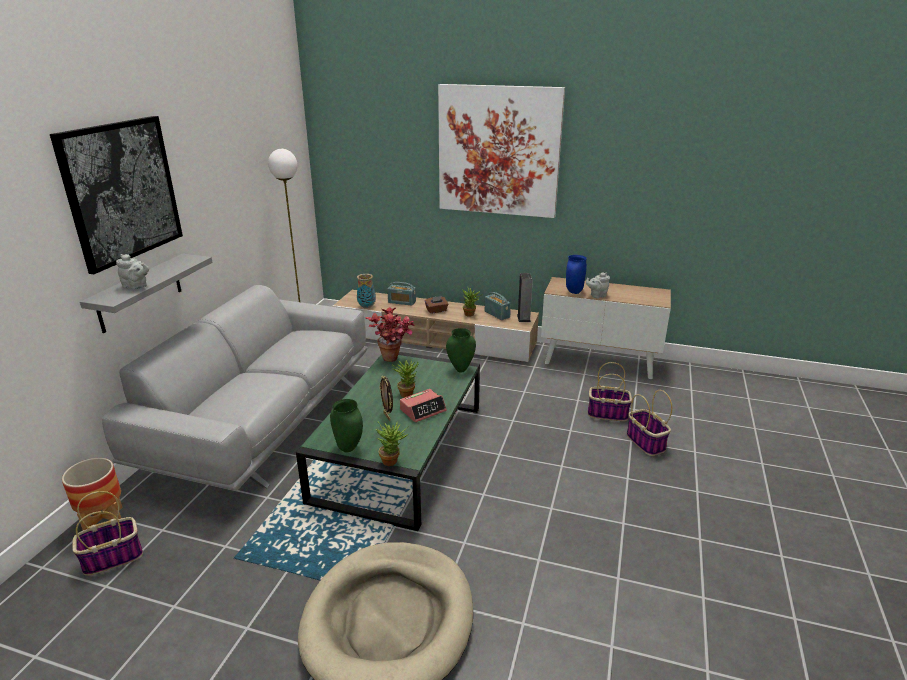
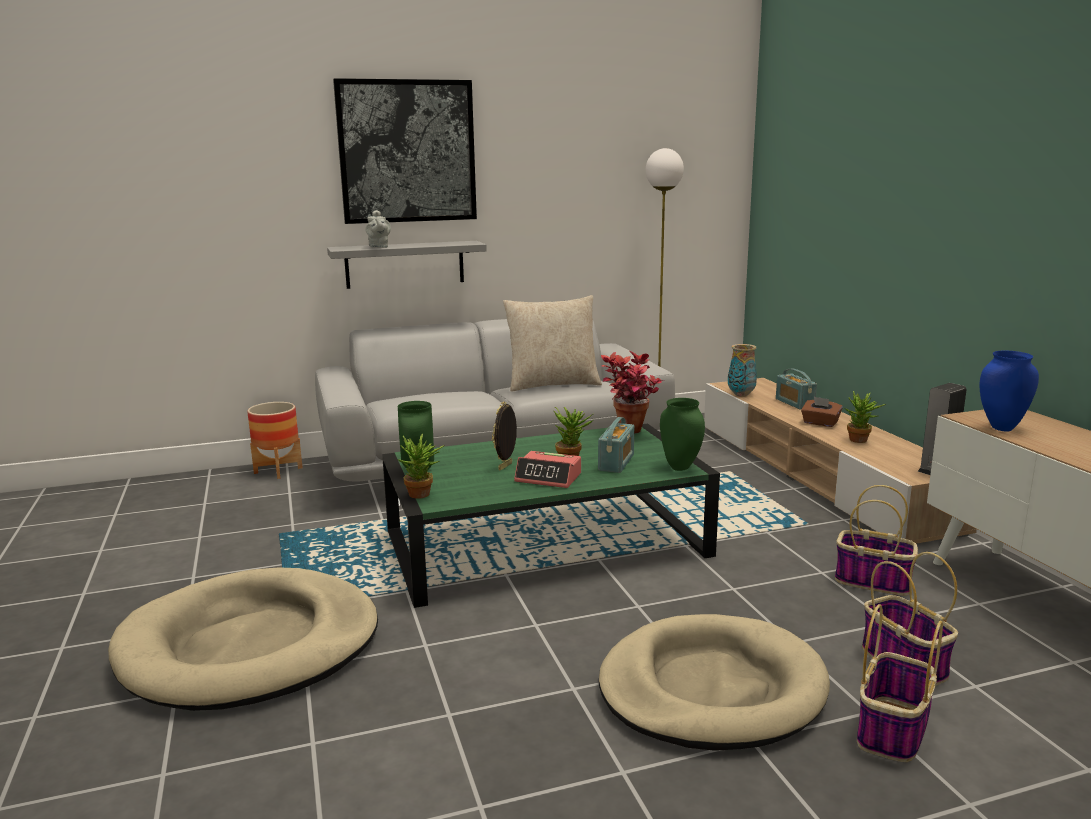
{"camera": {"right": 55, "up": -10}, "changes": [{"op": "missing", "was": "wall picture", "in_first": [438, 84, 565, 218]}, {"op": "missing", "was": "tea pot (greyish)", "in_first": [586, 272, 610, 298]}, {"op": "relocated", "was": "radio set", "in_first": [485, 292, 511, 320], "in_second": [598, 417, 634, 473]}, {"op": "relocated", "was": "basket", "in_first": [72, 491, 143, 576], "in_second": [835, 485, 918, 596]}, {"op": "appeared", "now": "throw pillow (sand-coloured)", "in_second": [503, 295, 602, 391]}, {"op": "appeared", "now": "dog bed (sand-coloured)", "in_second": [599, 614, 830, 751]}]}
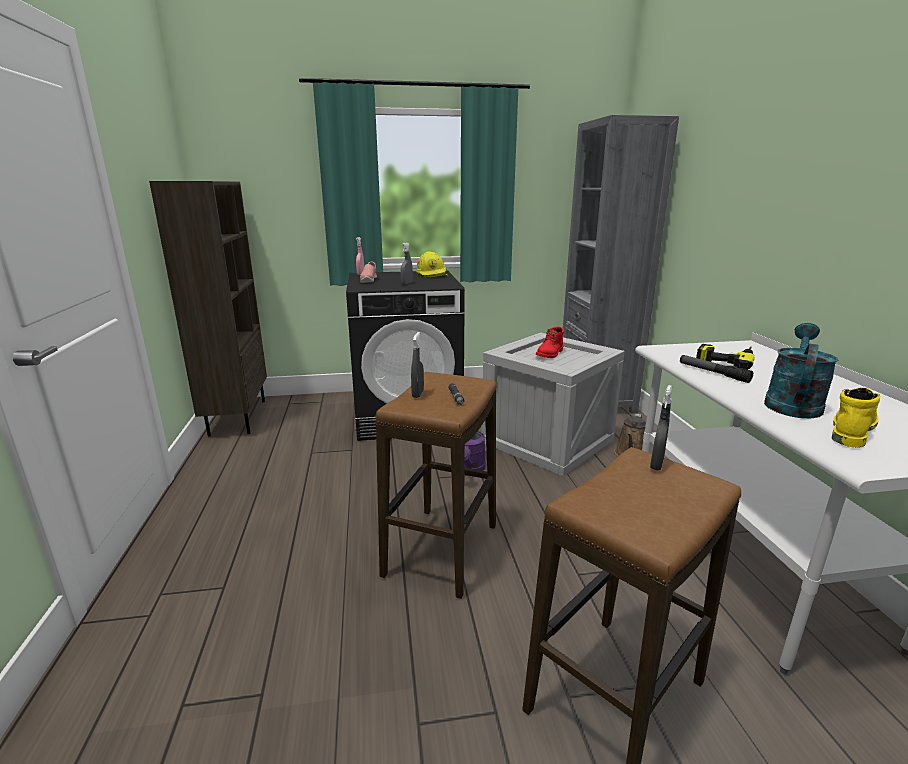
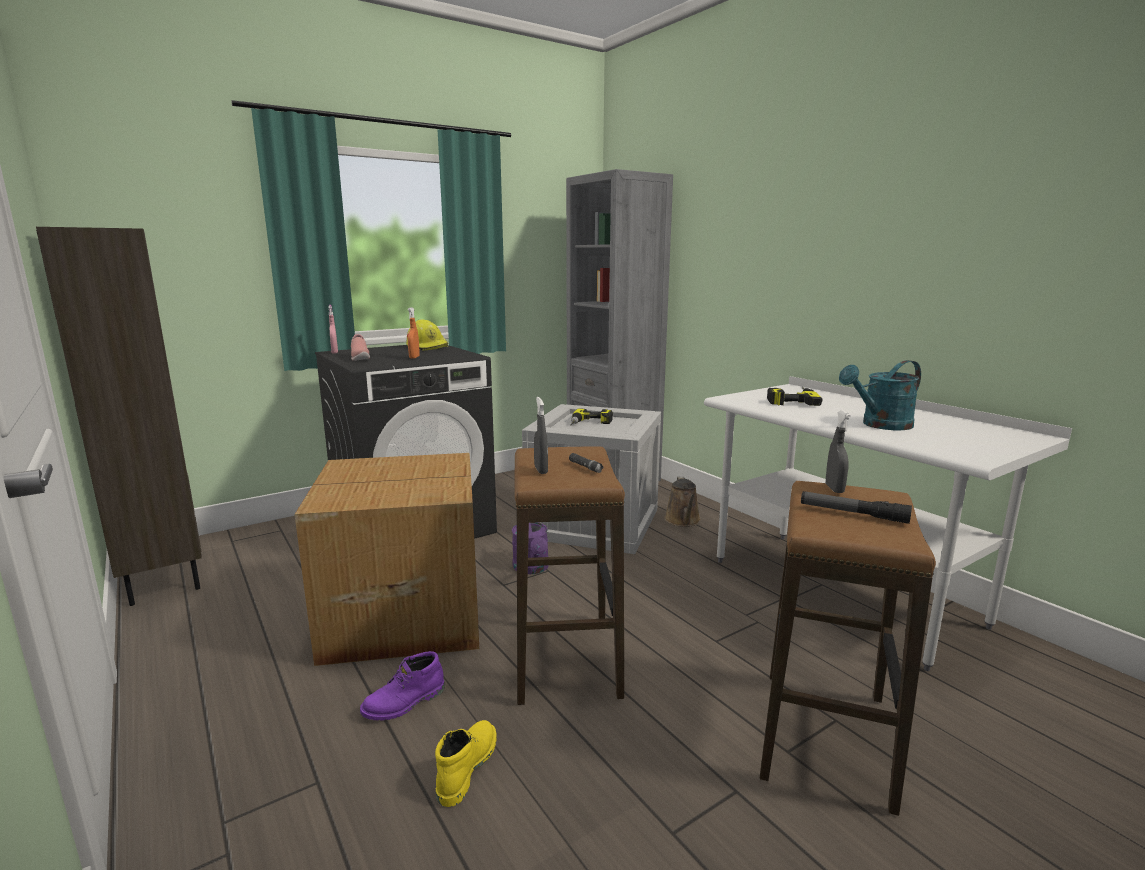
{"camera": {"right": -25, "up": -5}, "changes": [{"op": "colour", "was": "sprayer (greyish)", "now": "sprayer (orange-coloured)", "in_first": [401, 242, 413, 284], "in_second": [408, 307, 420, 359]}, {"op": "spun", "was": "sprinkling can (turquoise)", "in_first": [764, 323, 838, 419], "in_second": [839, 360, 921, 430], "clockwise": -120}, {"op": "exchanged", "was": "high-top boot (reddish)", "now": "power drill", "in_first": [536, 326, 564, 358], "in_second": [570, 408, 613, 426]}, {"op": "relocated", "was": "hand torch", "in_first": [680, 355, 753, 383], "in_second": [801, 491, 912, 524]}, {"op": "relocated", "was": "high-top boot (yellow-coloured)", "in_first": [832, 387, 880, 448], "in_second": [435, 720, 497, 807]}, {"op": "appeared", "now": "cardboard box", "in_second": [295, 453, 479, 666]}, {"op": "appeared", "now": "high-top boot (purple-coloured)", "in_second": [360, 651, 445, 720]}]}
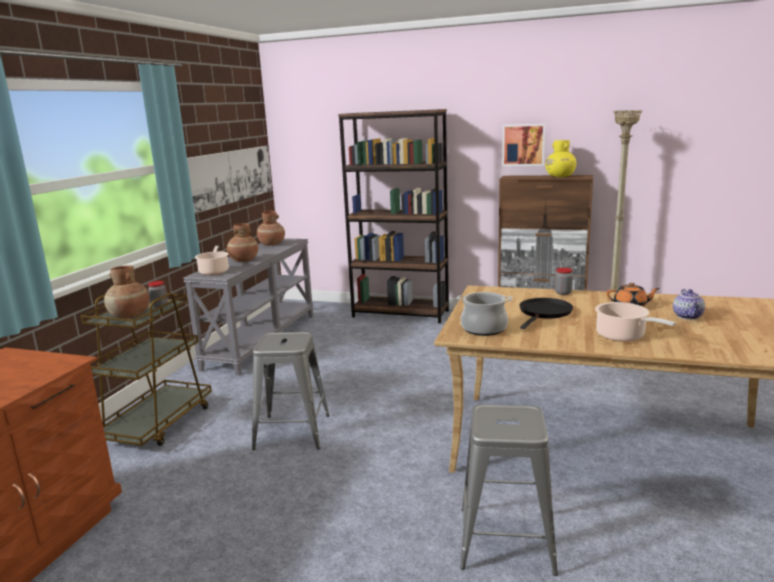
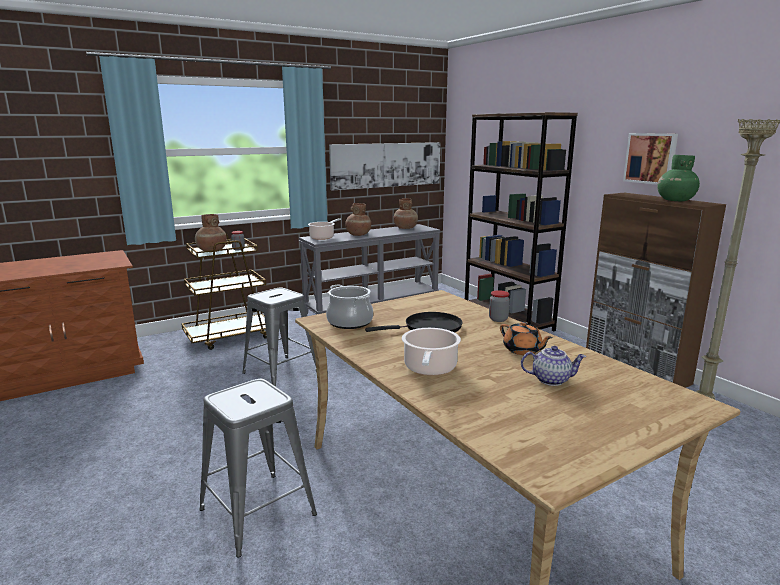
{"camera": {"right": 40, "up": 0}, "changes": [{"op": "colour", "was": "flower vase (yellow-coloured)", "now": "flower vase (greenish)", "in_first": [545, 140, 577, 177], "in_second": [657, 155, 700, 201]}, {"op": "spun", "was": "tea pot", "in_first": [673, 289, 705, 320], "in_second": [521, 346, 586, 386], "clockwise": -135}]}
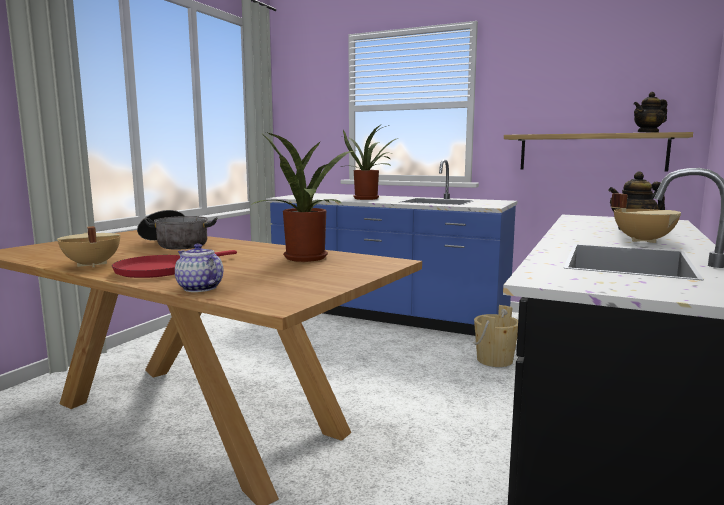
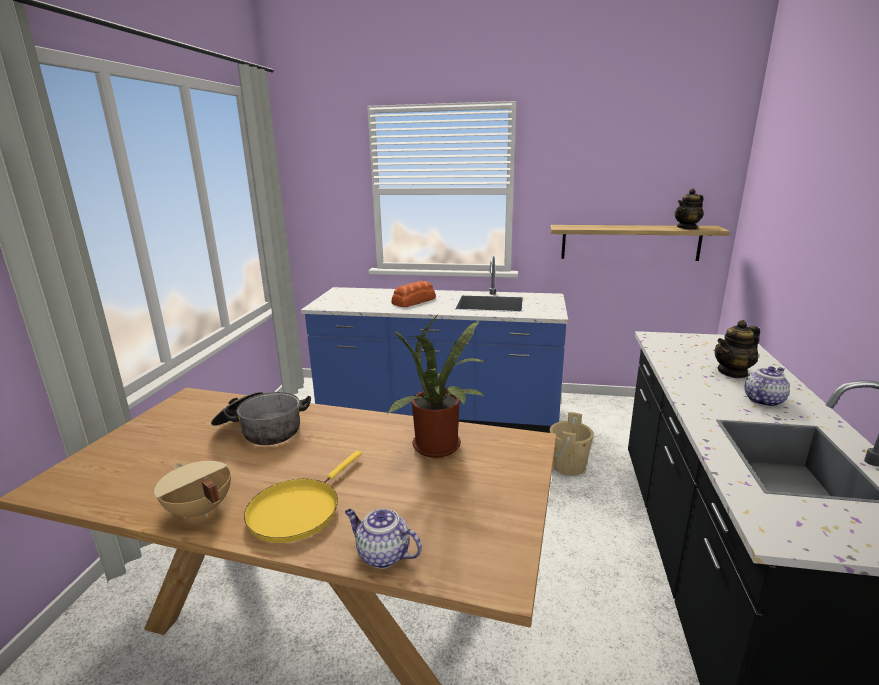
{"camera": {"right": -15, "up": 10}, "changes": [{"op": "exchanged", "was": "potted plant", "now": "bakery bread", "in_first": [341, 125, 398, 200], "in_second": [391, 281, 436, 307]}, {"op": "exchanged", "was": "stockpot (sand-coloured)", "now": "tea pot", "in_first": [611, 193, 681, 243], "in_second": [745, 366, 790, 407]}, {"op": "colour", "was": "skillet (reddish)", "now": "skillet (yellow-coloured)", "in_first": [112, 250, 237, 278], "in_second": [244, 451, 362, 543]}]}
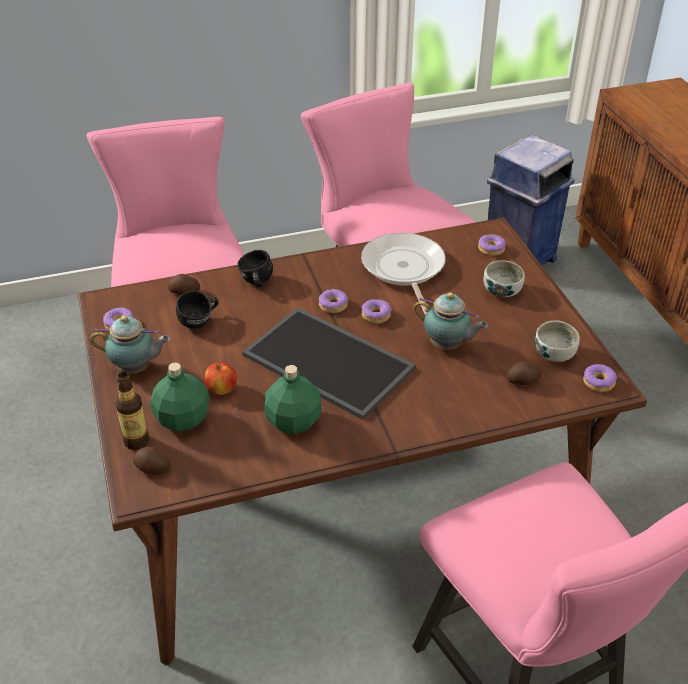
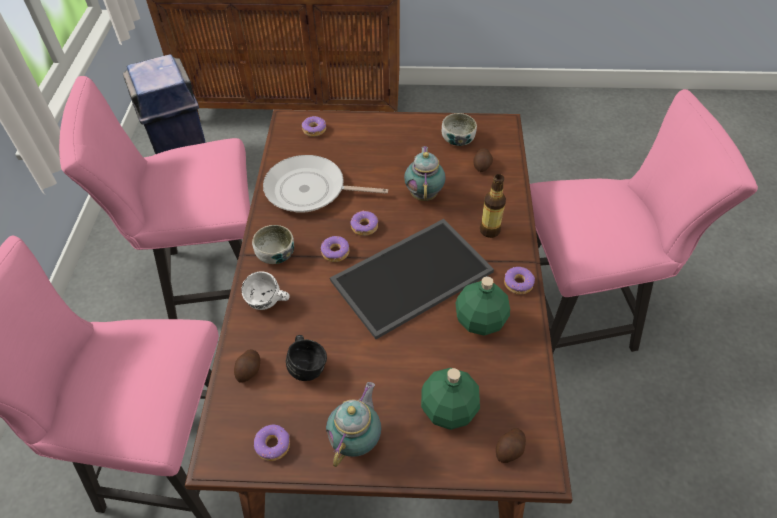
{"camera": {"right": -70, "up": 10}, "changes": [{"op": "colour", "was": "tea mug (black-coloured)", "now": "tea mug (whitish)", "in_first": [237, 250, 273, 287], "in_second": [241, 271, 290, 310]}, {"op": "relocated", "was": "serving bowl", "in_first": [483, 260, 525, 297], "in_second": [252, 225, 294, 264]}, {"op": "spun", "was": "tea pot", "in_first": [413, 292, 488, 350], "in_second": [404, 146, 445, 201], "clockwise": -45}, {"op": "missing", "was": "apple fruit", "in_first": [205, 363, 237, 395]}, {"op": "relocated", "was": "donut", "in_first": [583, 364, 617, 392], "in_second": [504, 267, 535, 295]}, {"op": "relocated", "was": "drink bottle", "in_first": [115, 371, 149, 450], "in_second": [480, 174, 506, 238]}]}
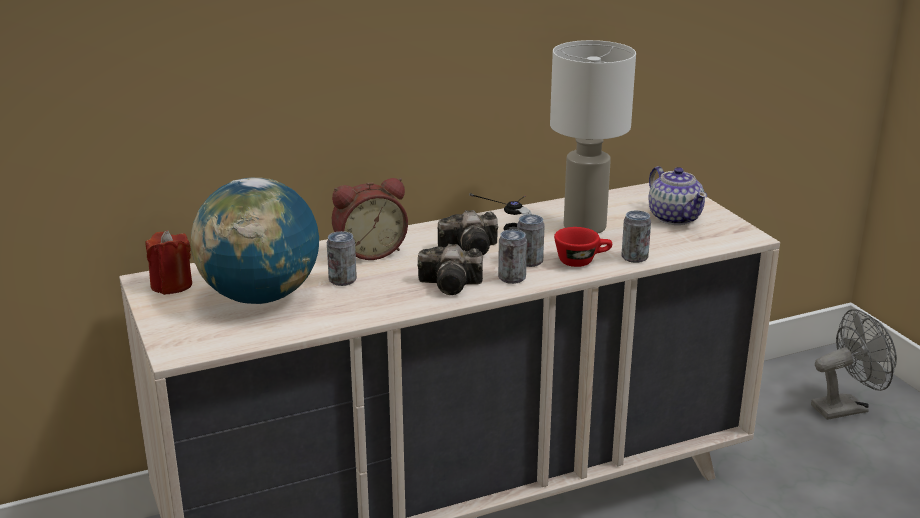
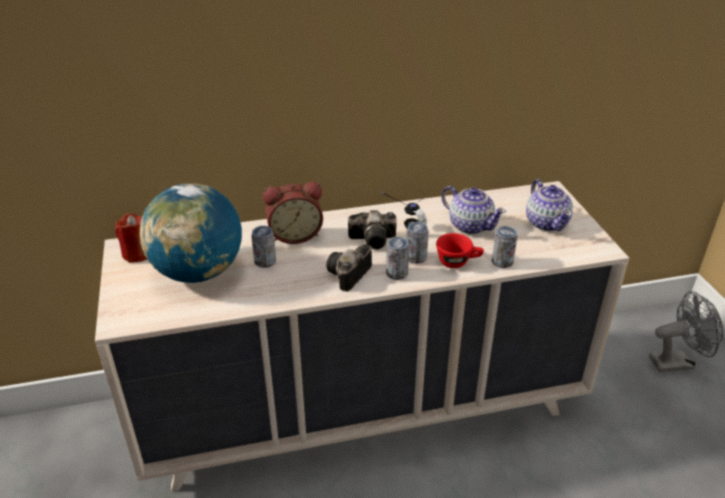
{"camera": {"right": 10, "up": 10}, "changes": [{"op": "exchanged", "was": "lamp for a table (whitish)", "now": "tea pot", "in_first": [550, 40, 636, 233], "in_second": [442, 186, 506, 234]}, {"op": "spun", "was": "still camera", "in_first": [418, 244, 483, 295], "in_second": [326, 244, 372, 292], "clockwise": 105}]}
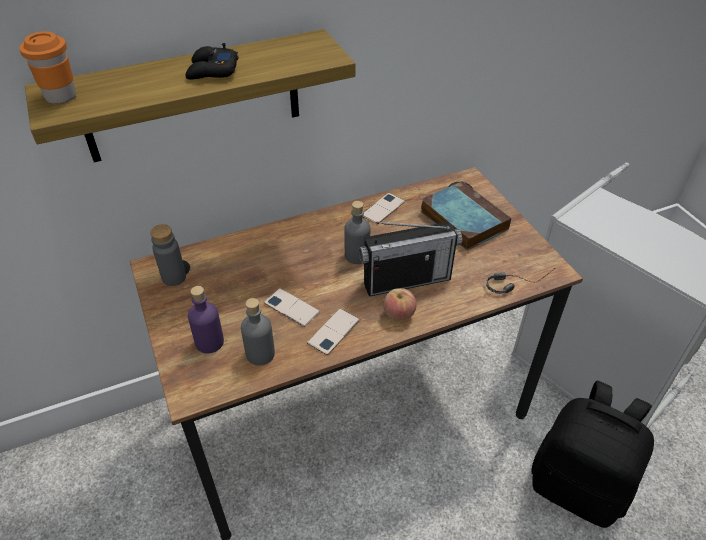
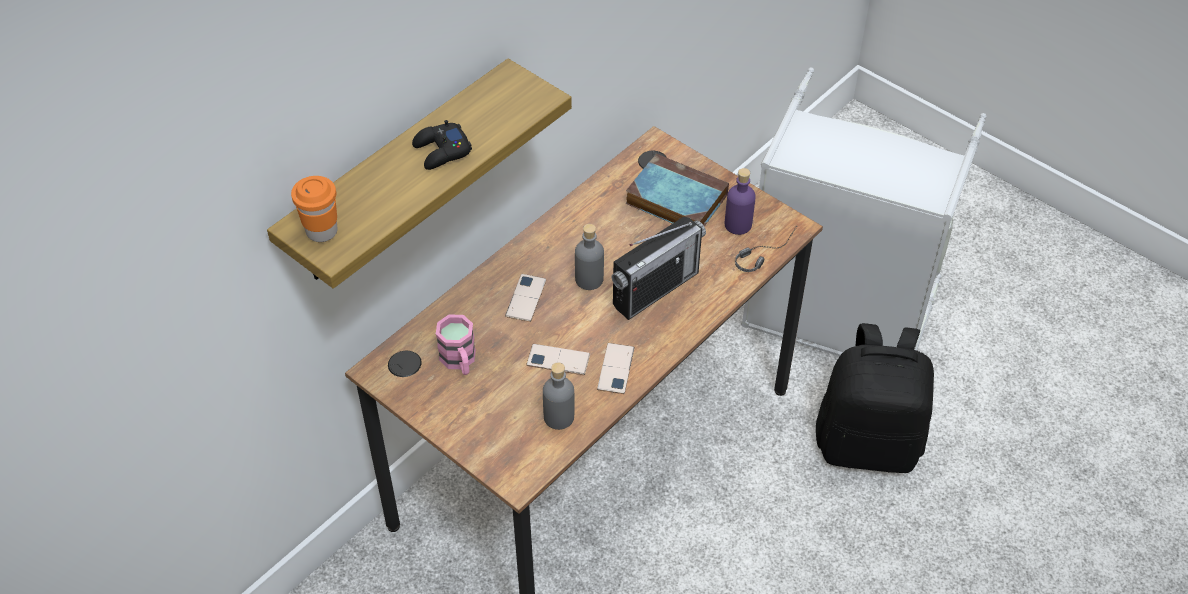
{"camera": {"right": -25, "up": 5}, "changes": [{"op": "relocated", "was": "phone", "in_first": [362, 193, 405, 224], "in_second": [505, 274, 546, 322]}, {"op": "missing", "was": "drink bottle (greyish)", "in_first": [150, 224, 186, 286]}, {"op": "relocated", "was": "drink bottle (purple-coloured)", "in_first": [188, 286, 224, 353], "in_second": [725, 168, 756, 235]}, {"op": "missing", "was": "apple fruit", "in_first": [384, 288, 417, 320]}, {"op": "appeared", "now": "tea mug (pink)", "in_second": [436, 314, 476, 375]}]}
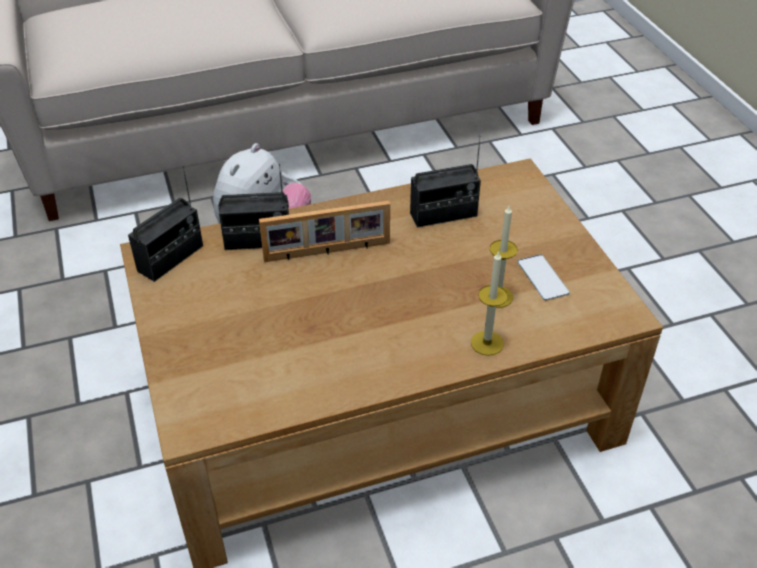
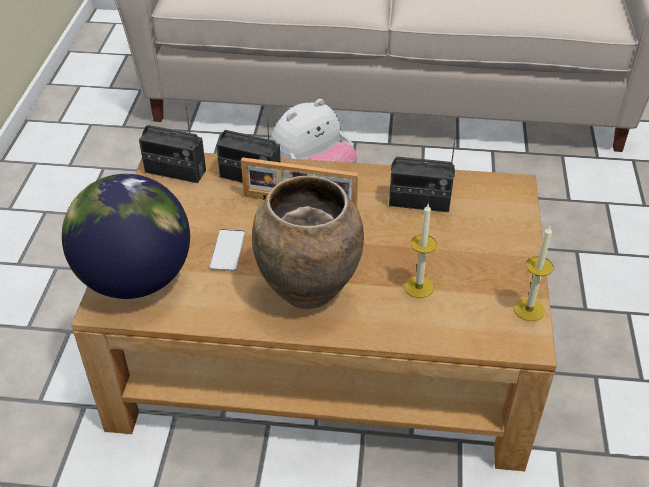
{"camera": {"right": 25, "up": 0}, "changes": [{"op": "spun", "was": "radio set", "in_first": [128, 166, 203, 282], "in_second": [139, 108, 206, 183], "clockwise": 45}, {"op": "relocated", "was": "wax light", "in_first": [471, 250, 508, 356], "in_second": [514, 226, 554, 321]}, {"op": "relocated", "was": "phone", "in_first": [518, 254, 570, 300], "in_second": [210, 229, 245, 271]}, {"op": "appeared", "now": "world globe", "in_second": [62, 174, 190, 299]}, {"op": "appeared", "now": "flower vase (brownish)", "in_second": [252, 176, 364, 309]}]}
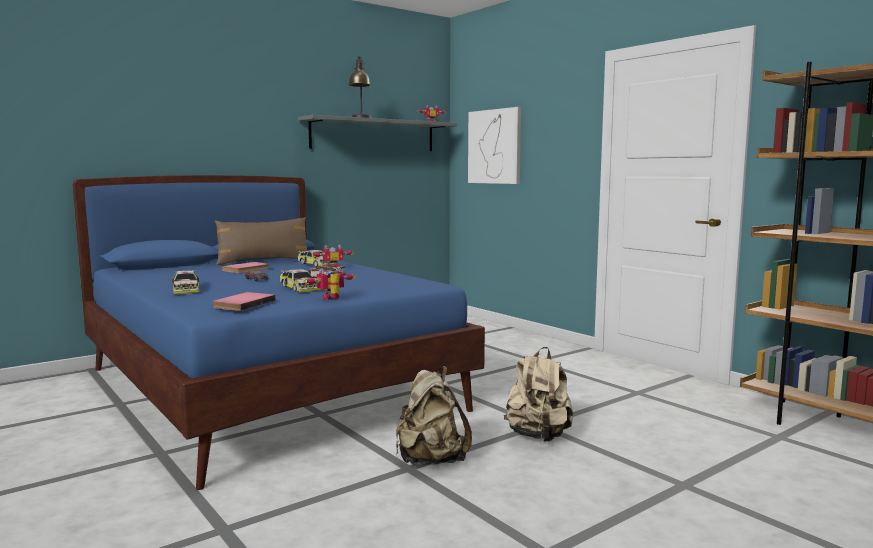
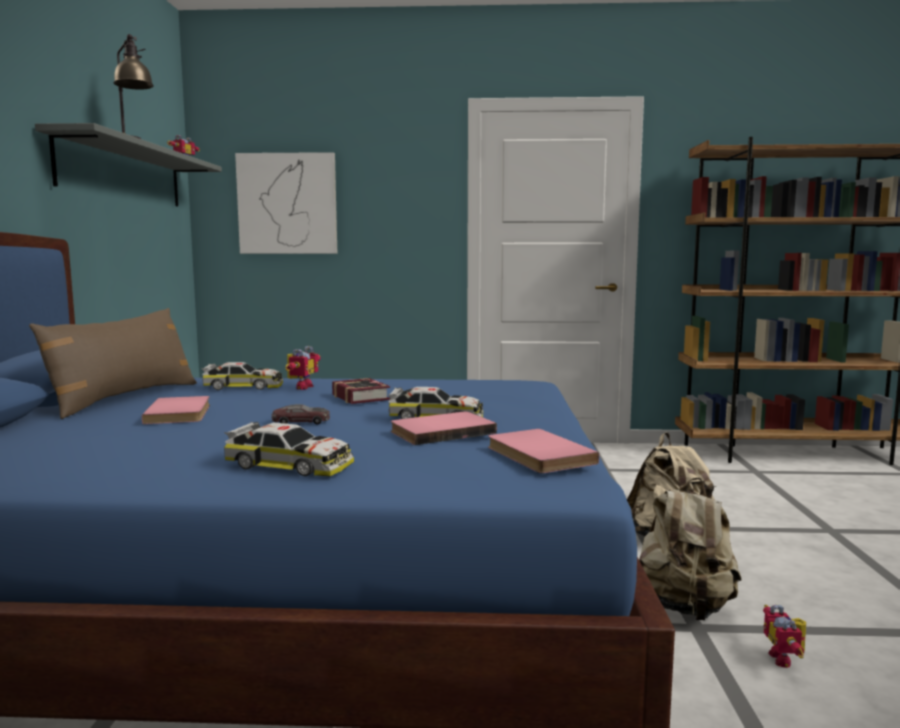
{"camera": {"right": -50, "up": 0}, "changes": [{"op": "relocated", "was": "robot figure", "in_first": [304, 267, 356, 300], "in_second": [763, 605, 806, 668]}, {"op": "appeared", "now": "bound book (pink)", "in_second": [391, 412, 497, 445]}]}
